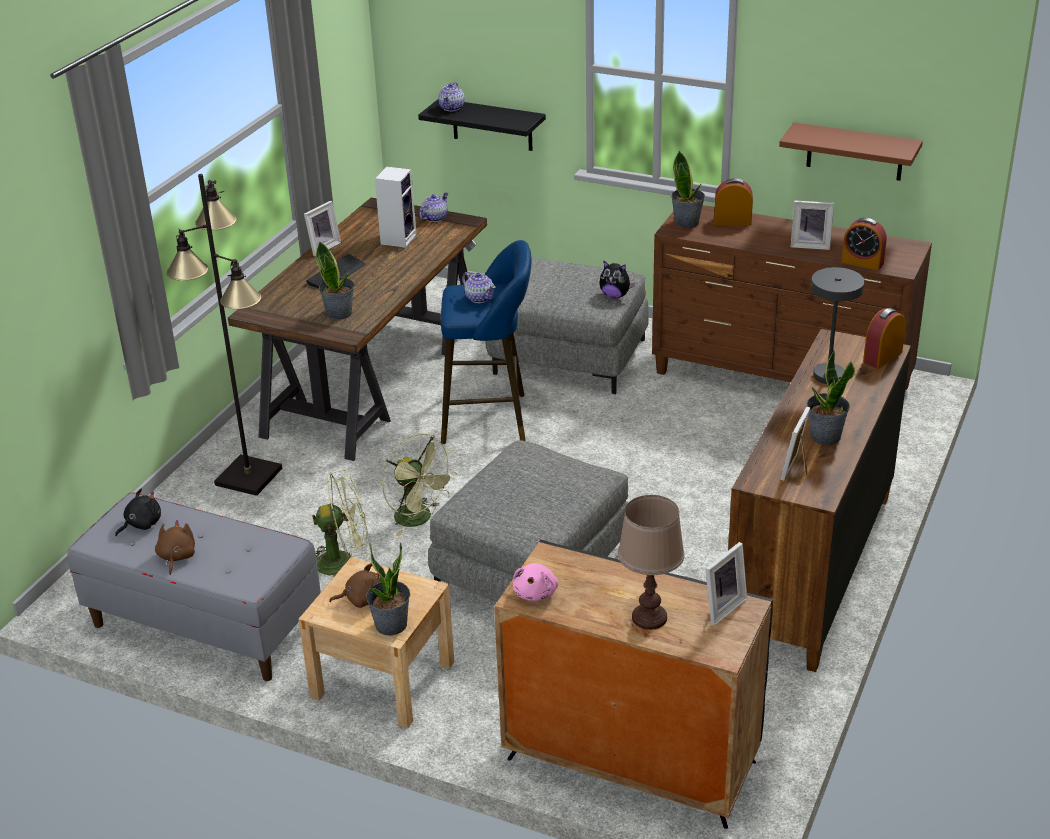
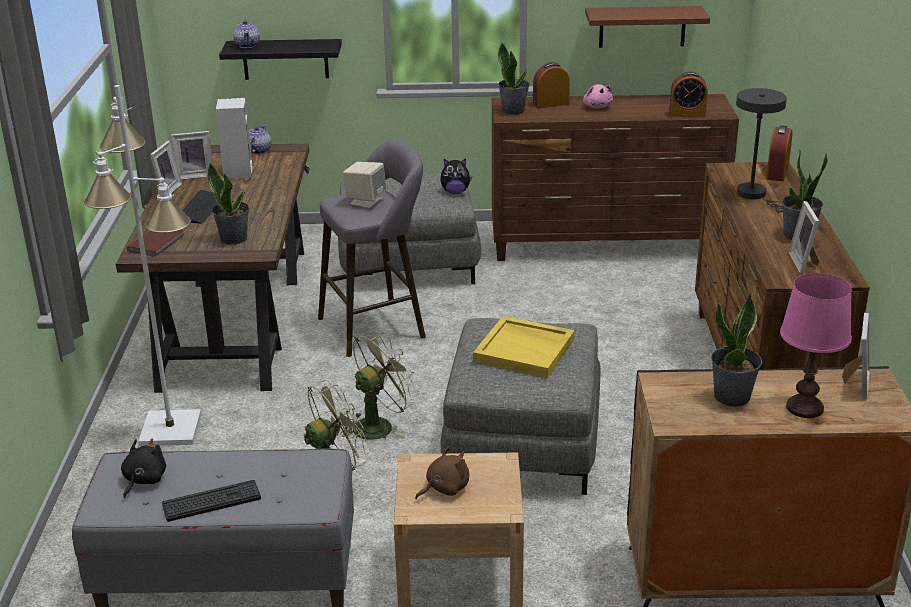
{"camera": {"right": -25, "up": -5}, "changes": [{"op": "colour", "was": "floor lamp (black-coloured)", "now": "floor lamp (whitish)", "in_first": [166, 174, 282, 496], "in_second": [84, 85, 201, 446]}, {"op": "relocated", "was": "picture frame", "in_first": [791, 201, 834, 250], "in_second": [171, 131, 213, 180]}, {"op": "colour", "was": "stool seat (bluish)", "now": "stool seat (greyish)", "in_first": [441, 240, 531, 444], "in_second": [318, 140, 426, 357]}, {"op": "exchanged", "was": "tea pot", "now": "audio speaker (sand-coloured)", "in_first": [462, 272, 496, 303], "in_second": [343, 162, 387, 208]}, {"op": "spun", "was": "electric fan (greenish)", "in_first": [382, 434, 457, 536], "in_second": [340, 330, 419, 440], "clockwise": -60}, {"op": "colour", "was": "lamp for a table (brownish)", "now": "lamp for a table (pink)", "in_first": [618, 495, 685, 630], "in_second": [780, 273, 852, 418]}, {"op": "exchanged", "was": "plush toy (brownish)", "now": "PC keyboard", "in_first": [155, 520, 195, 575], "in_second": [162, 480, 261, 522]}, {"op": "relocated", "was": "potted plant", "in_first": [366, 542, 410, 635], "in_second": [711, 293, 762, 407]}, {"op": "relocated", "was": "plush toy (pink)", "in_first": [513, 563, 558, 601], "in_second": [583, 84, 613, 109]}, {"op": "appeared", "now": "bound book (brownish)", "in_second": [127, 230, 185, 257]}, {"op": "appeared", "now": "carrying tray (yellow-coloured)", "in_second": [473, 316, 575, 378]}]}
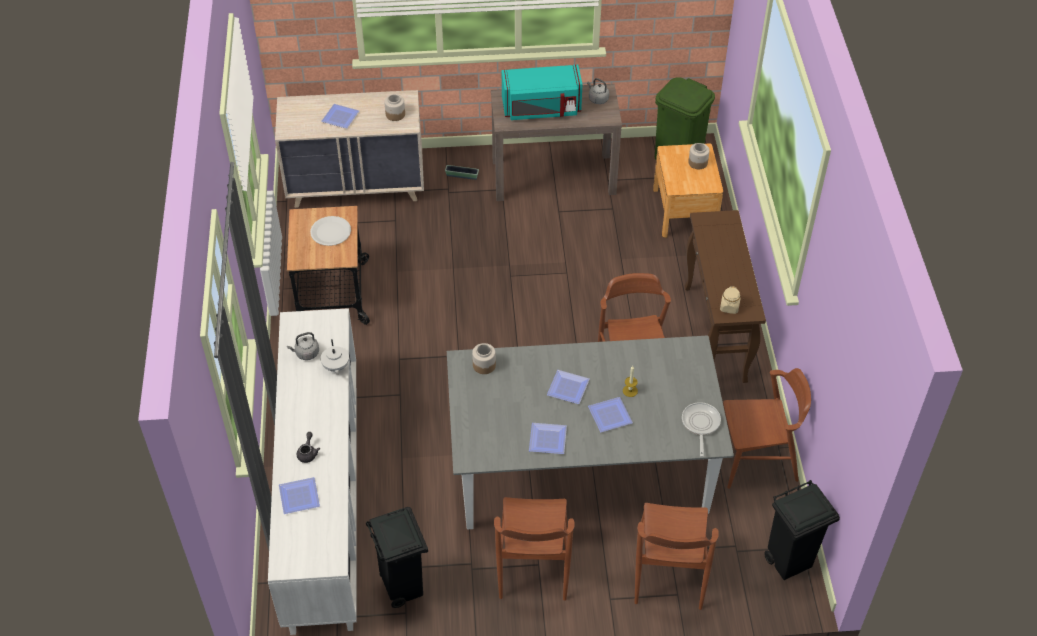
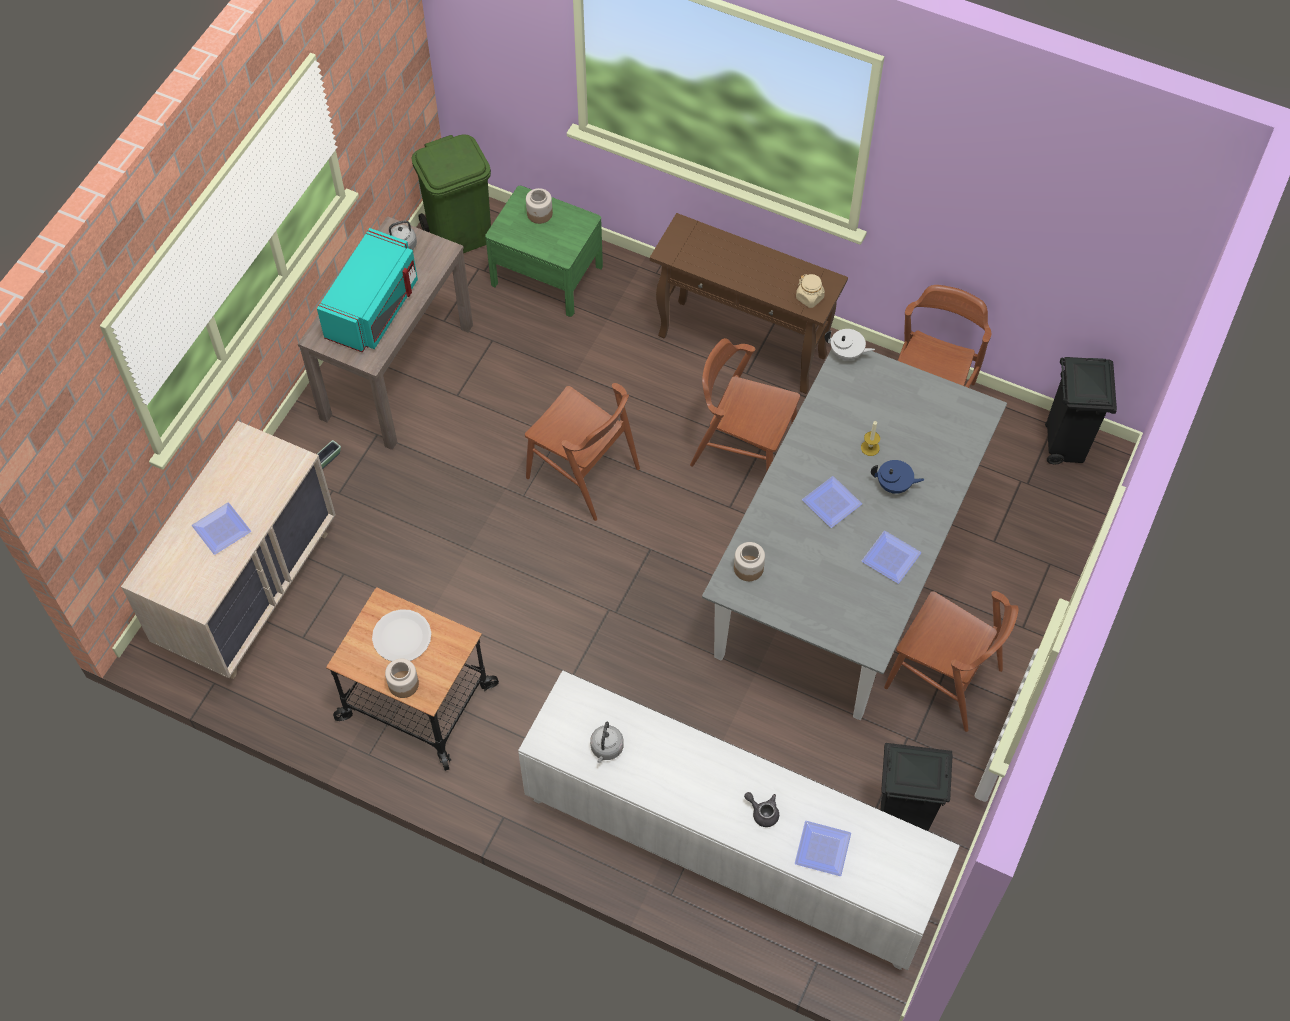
{"camera": {"right": -60, "up": 10}, "changes": [{"op": "relocated", "was": "jar", "in_first": [384, 94, 405, 121], "in_second": [385, 658, 419, 698]}, {"op": "colour", "was": "night table (brownish)", "now": "night table (greenish)", "in_first": [653, 143, 723, 238], "in_second": [485, 186, 603, 317]}, {"op": "relocated", "was": "tea pot (whitish)", "in_first": [321, 339, 349, 375], "in_second": [824, 329, 875, 360]}, {"op": "exchanged", "was": "flat dish", "now": "tea pot (bluish)", "in_first": [588, 397, 633, 432], "in_second": [871, 460, 925, 494]}, {"op": "missing", "was": "skillet", "in_first": [682, 402, 721, 457]}, {"op": "relocated", "was": "plain chair (brownish)", "in_first": [635, 503, 719, 610], "in_second": [525, 383, 640, 521]}]}
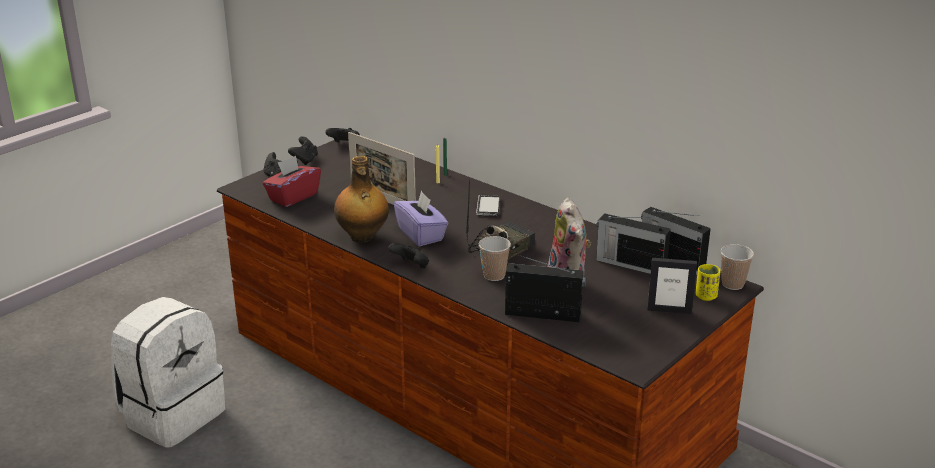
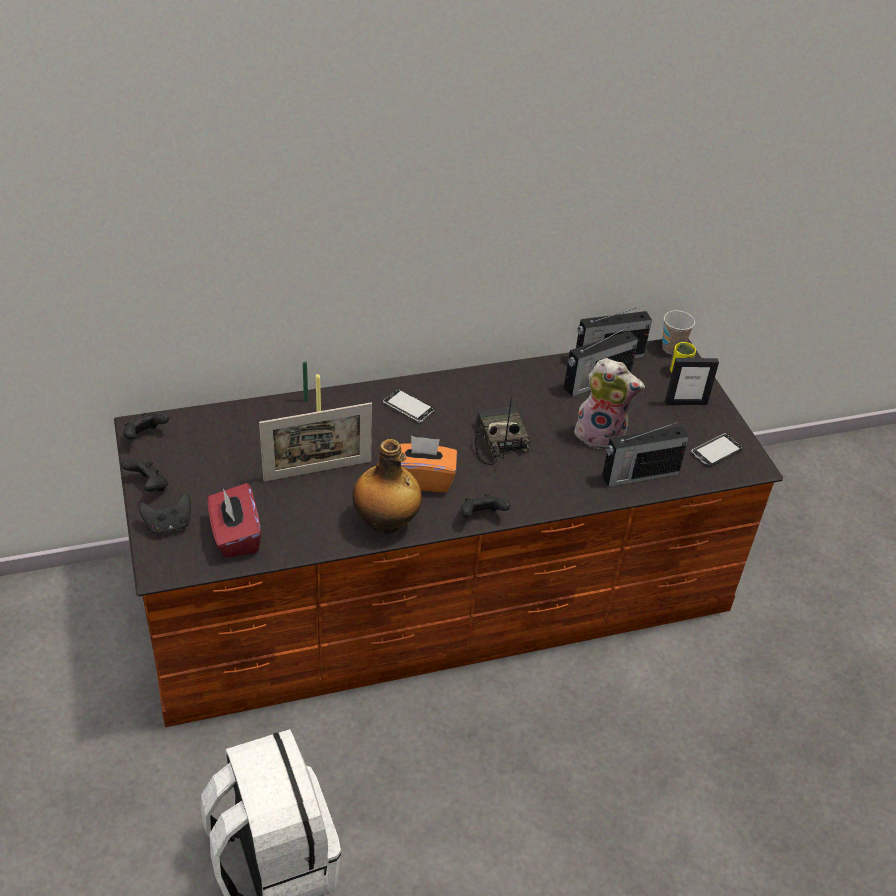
{"camera": {"right": -60, "up": 15}, "changes": [{"op": "colour", "was": "box of tissues (purple-coloured)", "now": "box of tissues (orange-coloured)", "in_first": [394, 191, 448, 246], "in_second": [400, 436, 457, 492]}, {"op": "missing", "was": "cup", "in_first": [479, 236, 511, 281]}, {"op": "spun", "was": "radio set", "in_first": [505, 255, 586, 322], "in_second": [602, 422, 689, 487], "clockwise": -150}, {"op": "spun", "was": "picture frame", "in_first": [647, 258, 697, 314], "in_second": [665, 358, 719, 405], "clockwise": 45}, {"op": "appeared", "now": "phone", "in_second": [691, 433, 743, 467]}]}
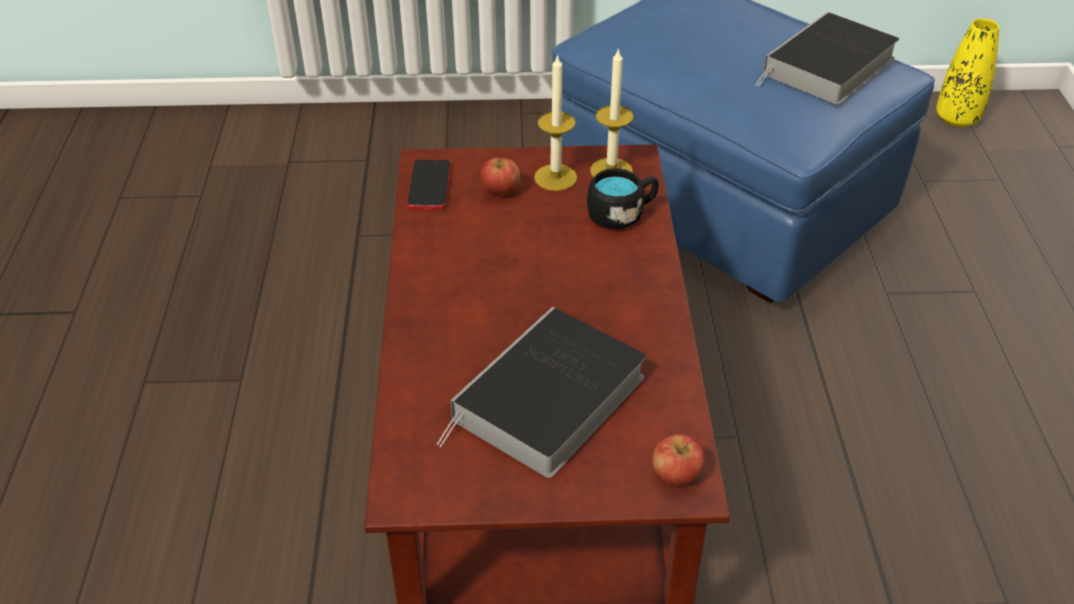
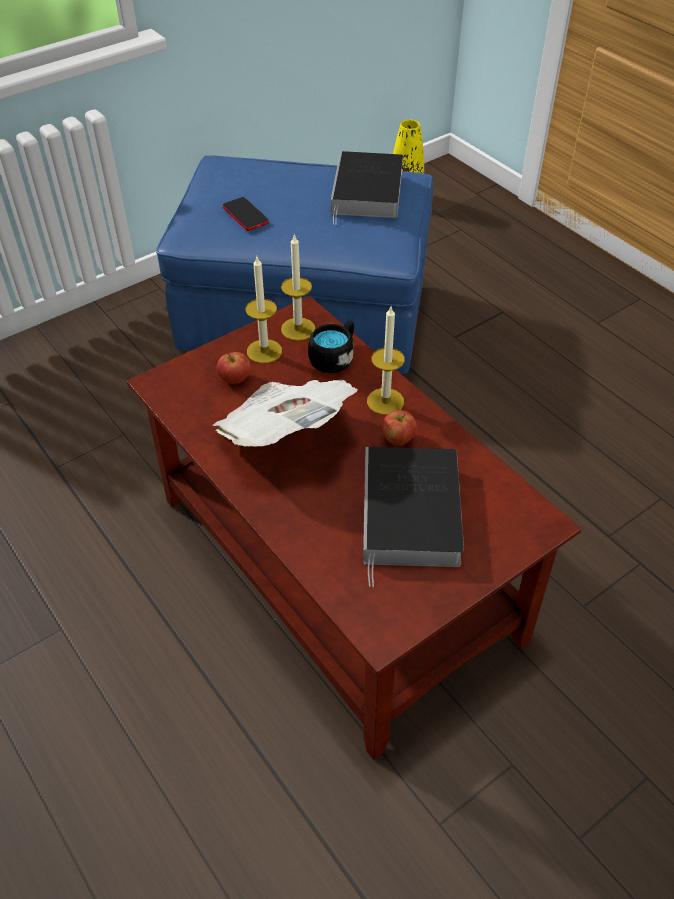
{"camera": {"right": -35, "up": 5}, "changes": [{"op": "relocated", "was": "phone", "in_first": [407, 160, 451, 209], "in_second": [223, 197, 269, 231]}, {"op": "relocated", "was": "apple fruit", "in_first": [652, 434, 705, 486], "in_second": [382, 410, 417, 445]}, {"op": "appeared", "now": "wax light", "in_second": [367, 307, 405, 415]}, {"op": "appeared", "now": "daily paper", "in_second": [213, 380, 358, 447]}]}
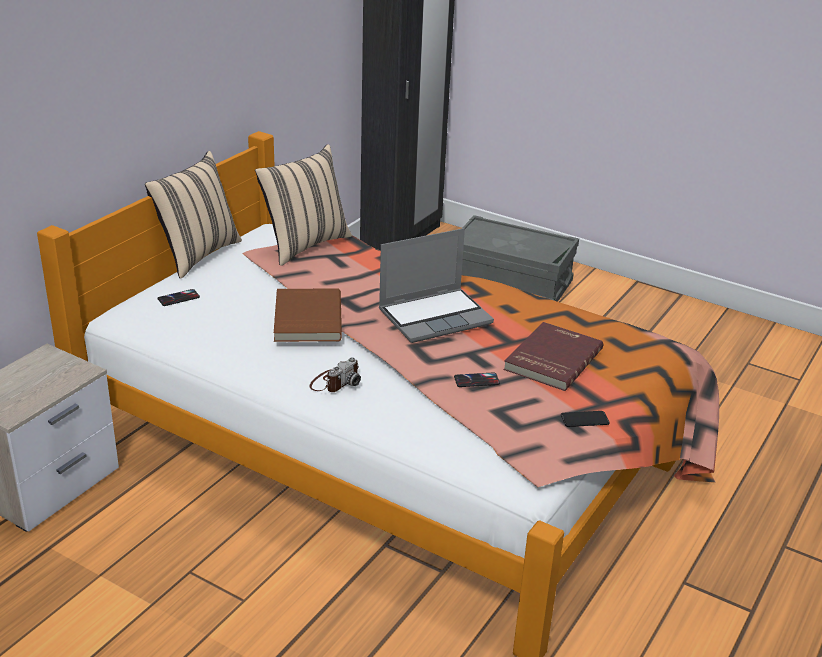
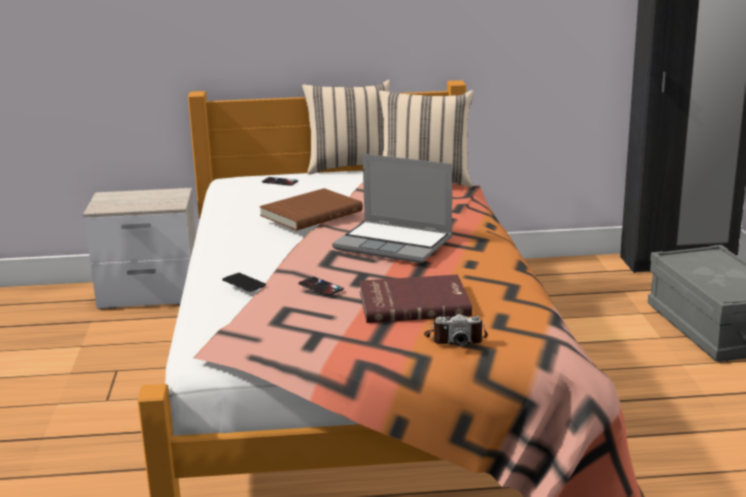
{"camera": {"right": 55, "up": -10}, "changes": [{"op": "relocated", "was": "still camera", "in_first": [309, 357, 361, 392], "in_second": [424, 314, 488, 346]}, {"op": "relocated", "was": "phone", "in_first": [561, 411, 610, 427], "in_second": [222, 273, 266, 292]}]}
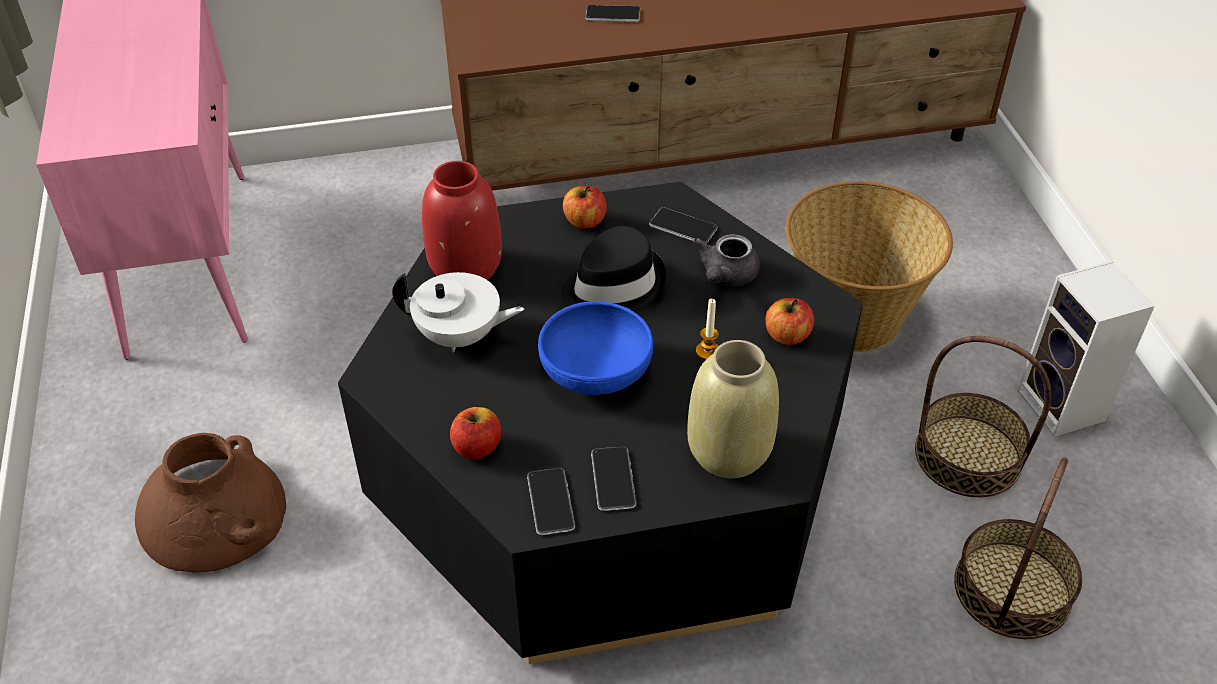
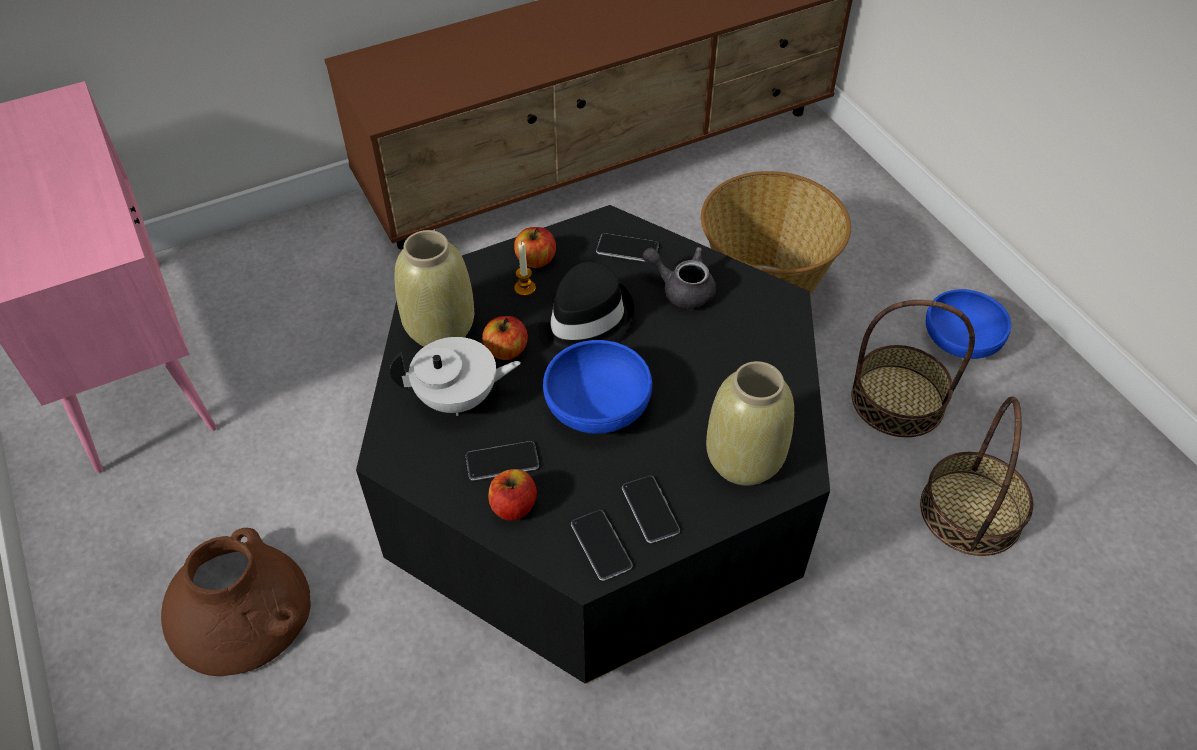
{"camera": {"right": -15, "up": 5}, "changes": [{"op": "relocated", "was": "phone", "in_first": [585, 5, 640, 22], "in_second": [466, 441, 539, 481]}, {"op": "colour", "was": "flower vase (reddish)", "now": "flower vase (sand-coloured)", "in_first": [422, 161, 502, 280], "in_second": [395, 230, 474, 347]}, {"op": "spun", "was": "tea pot (greyish)", "in_first": [694, 234, 760, 286], "in_second": [642, 247, 716, 309], "clockwise": 105}, {"op": "exchanged", "was": "audio speaker", "now": "serving bowl (bluish)", "in_first": [1017, 261, 1155, 437], "in_second": [926, 289, 1011, 359]}, {"op": "relocated", "was": "apple fruit", "in_first": [765, 298, 814, 345], "in_second": [482, 316, 528, 360]}, {"op": "relocated", "was": "wax light", "in_first": [696, 299, 719, 360], "in_second": [514, 242, 536, 296]}]}
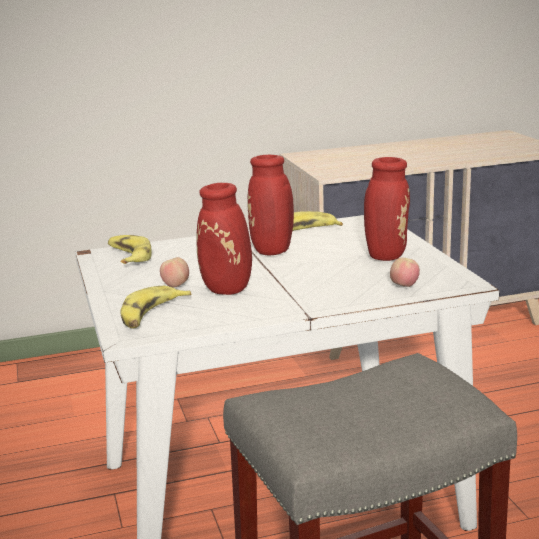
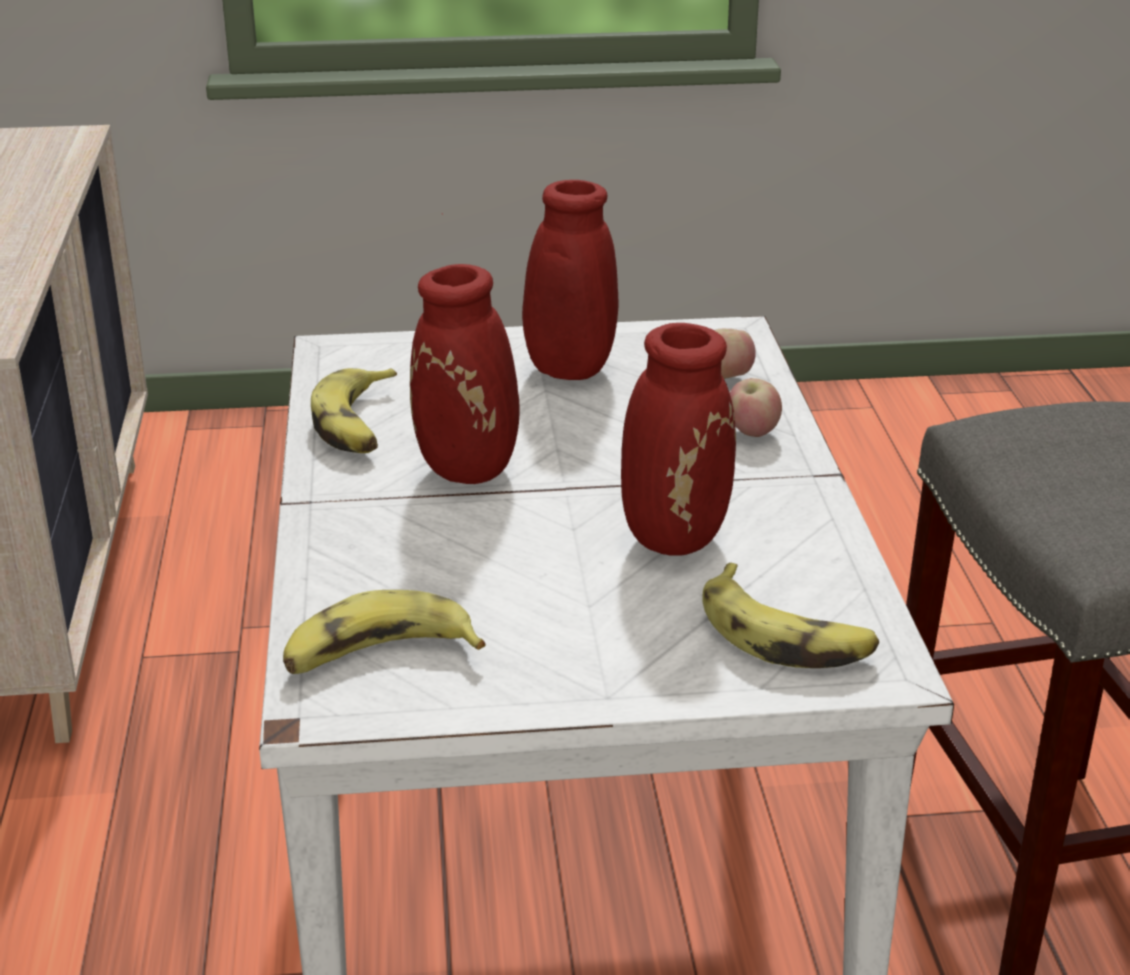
{"camera": {"right": -80, "up": 10}, "changes": [{"op": "relocated", "was": "apple fruit", "in_first": [160, 257, 189, 287], "in_second": [730, 378, 782, 437]}]}
